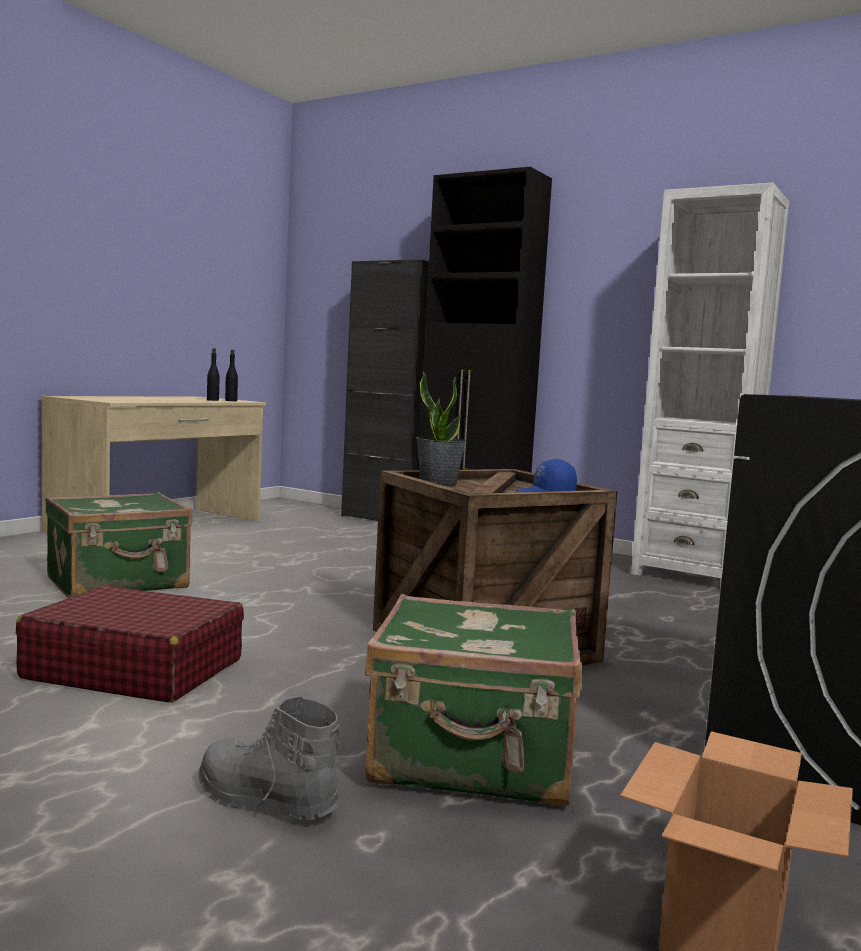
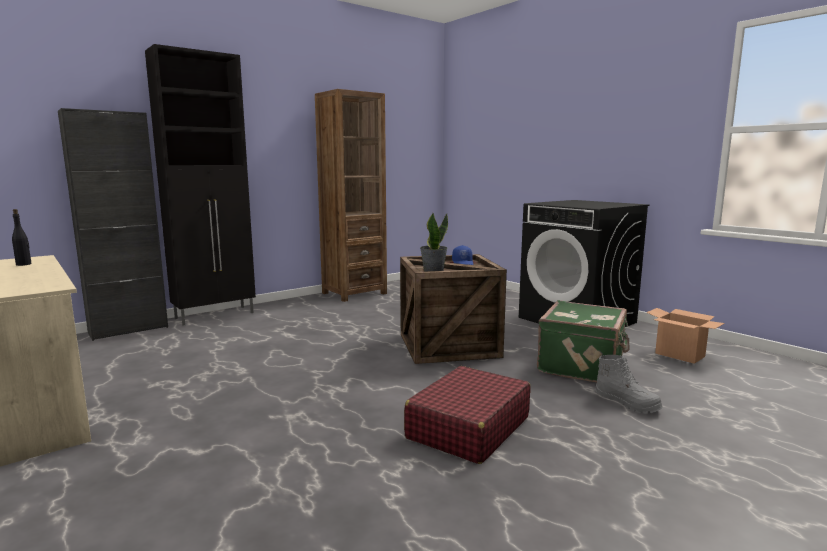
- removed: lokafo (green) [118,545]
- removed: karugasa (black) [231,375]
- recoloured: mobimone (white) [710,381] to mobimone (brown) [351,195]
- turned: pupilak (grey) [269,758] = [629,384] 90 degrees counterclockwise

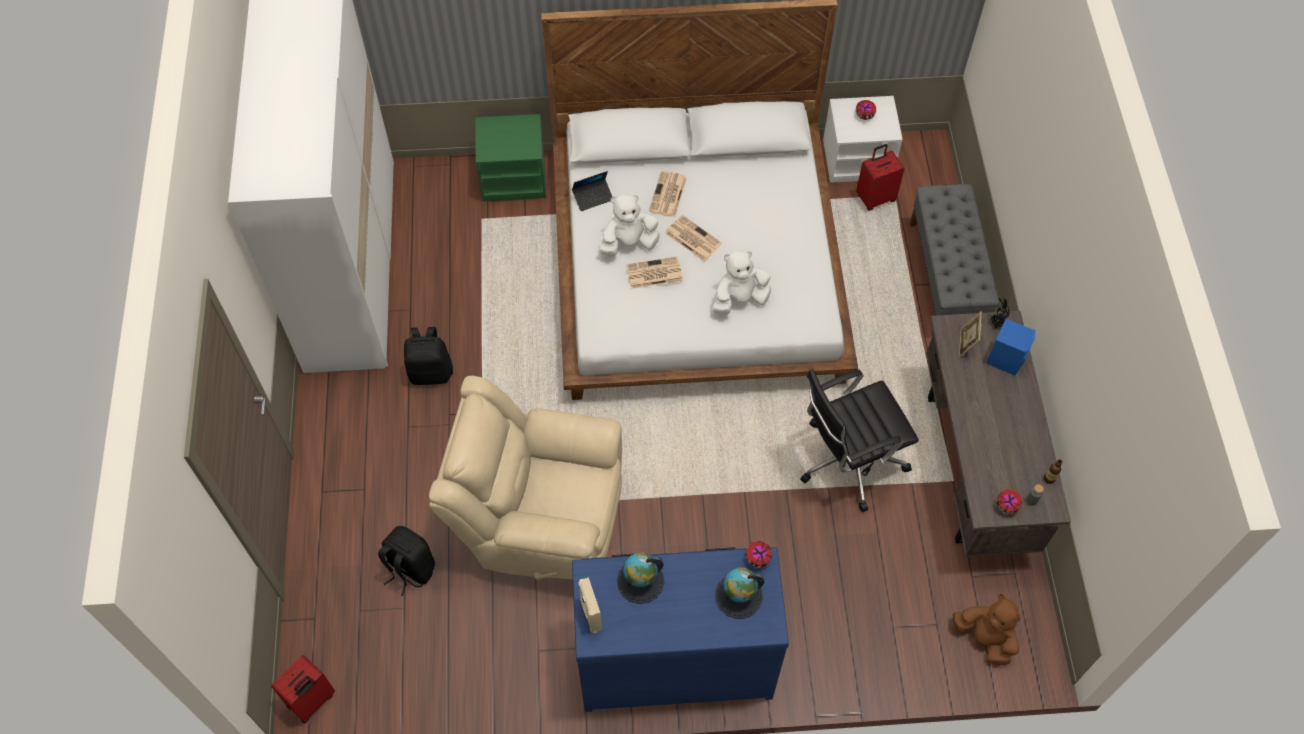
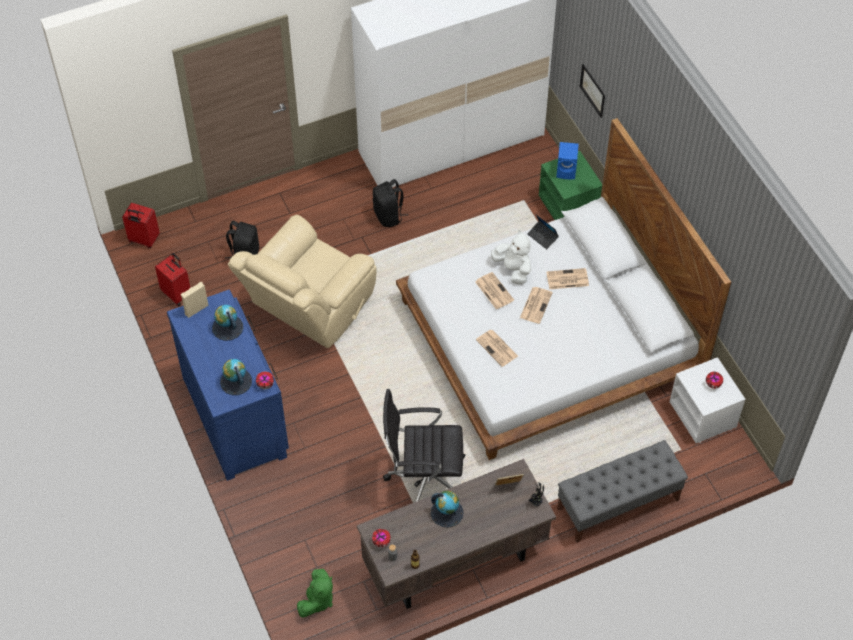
- added: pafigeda [447,509]
- added: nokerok [592,91]
- moved: lokafo (red) [880,177] to [172,280]
- moved: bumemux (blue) [1011,347] to [567,160]
- replaced: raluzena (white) [741,282] to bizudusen [497,348]
- recoloured: raluzena (brown) [986,629] to raluzena (green) [315,593]
- turned: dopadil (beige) [525,478] = [302,281] 135 degrees counterclockwise
- turned: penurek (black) [859,440] = [424,445] 45 degrees counterclockwise

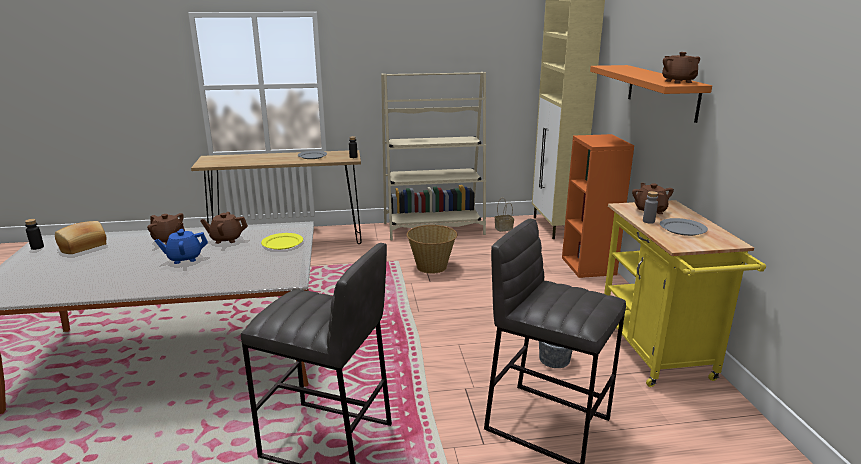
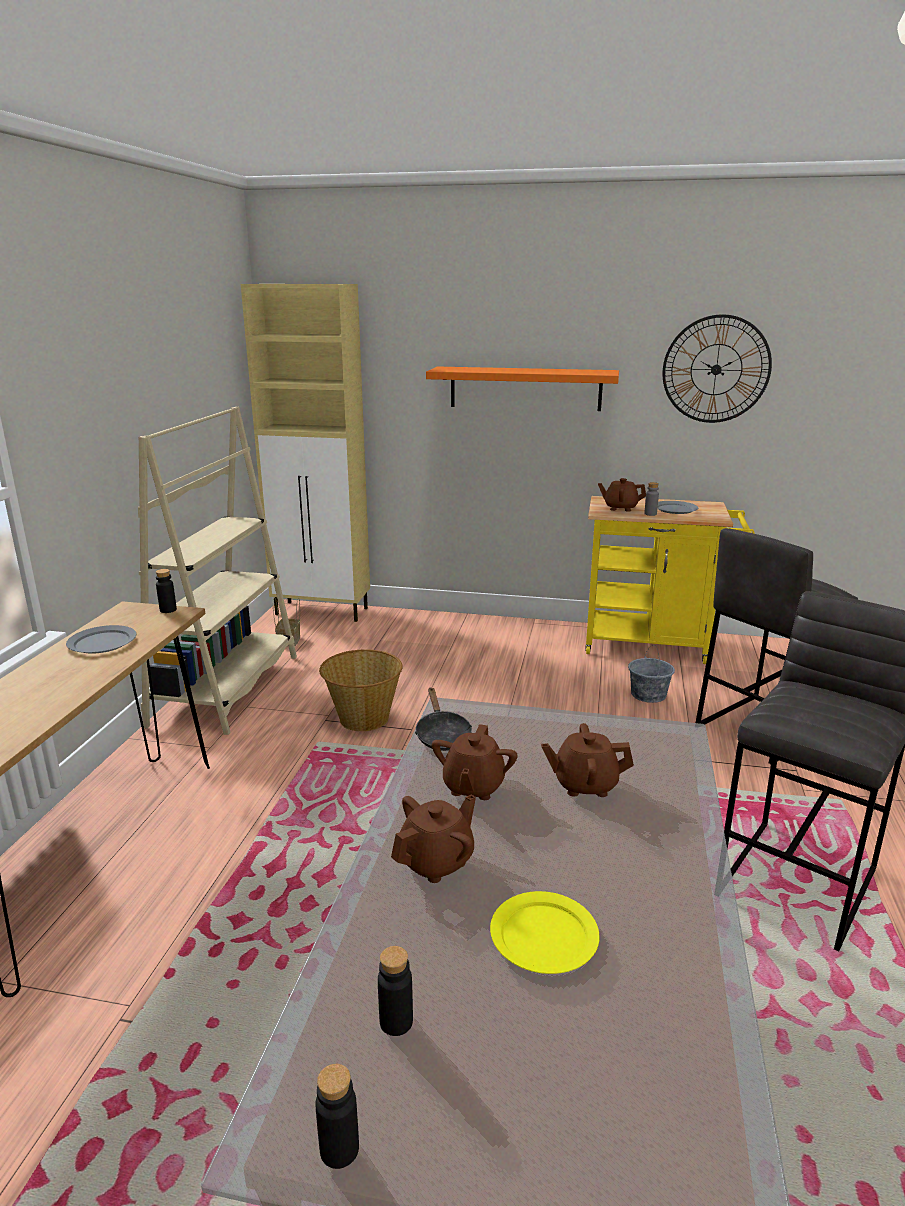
- removed: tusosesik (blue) [181,246]
- removed: mobimone (orange) [598,206]
- added: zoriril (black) [443,719]
- added: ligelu [717,368]
- moved: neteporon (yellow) [282,241] to [545,932]
- moved: tusosesik (brown) [681,68] to [587,760]
- replaced: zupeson [80,237] to karugasa (black) [395,991]

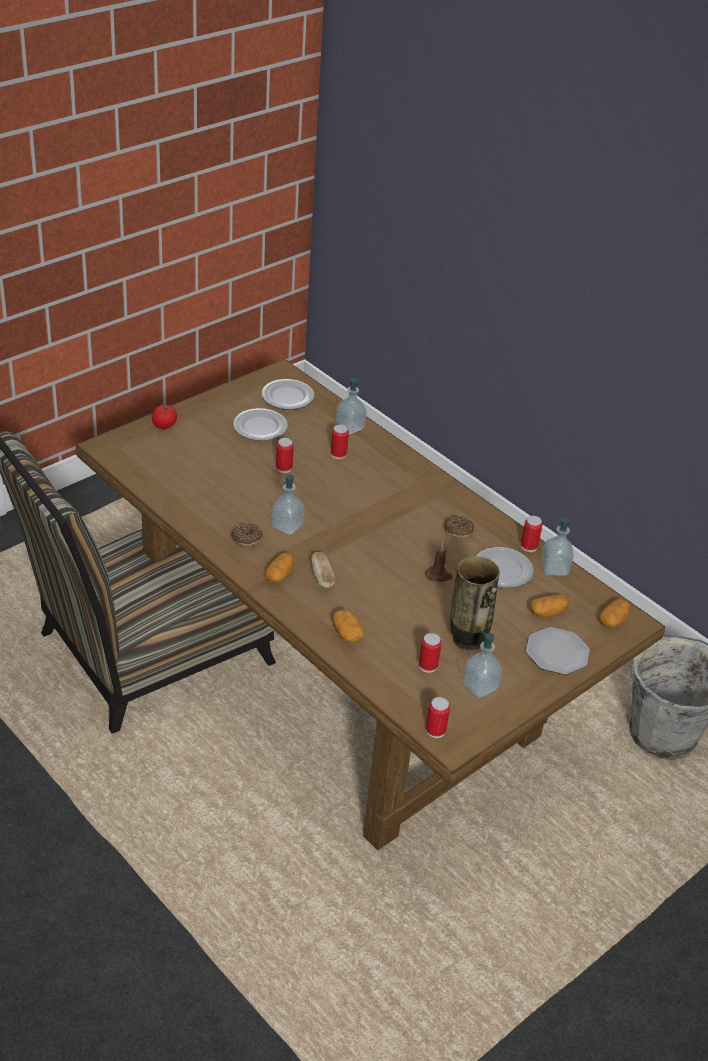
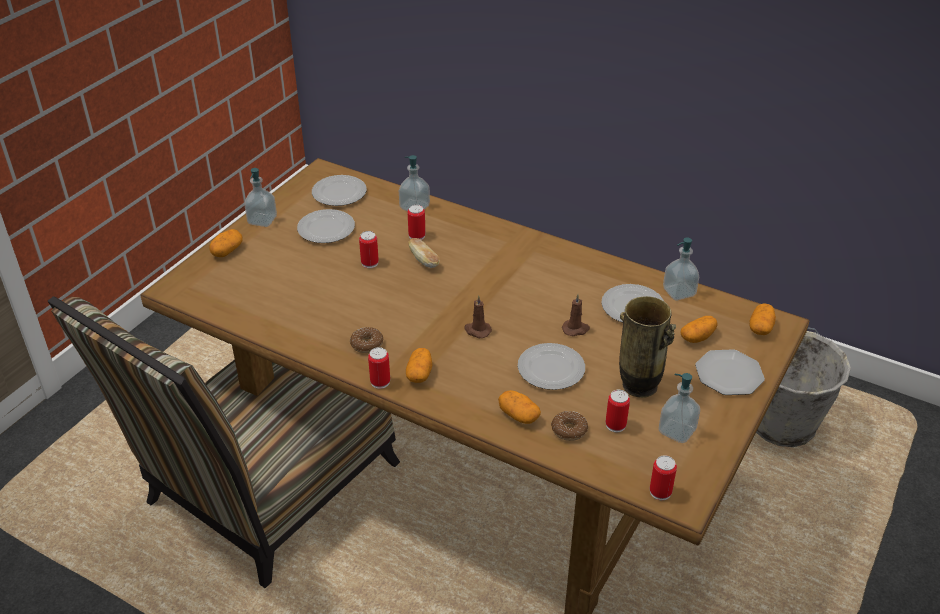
- added: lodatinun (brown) [478,316]
- added: neteporon [551,366]
- moved: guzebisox [288,505] to [261,197]
- moved: zupeson [323,570] to [424,253]
- moved: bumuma [459,526] to [569,426]
- moved: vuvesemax [532,534] to [379,368]
- replaced: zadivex [164,417] to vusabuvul [226,243]

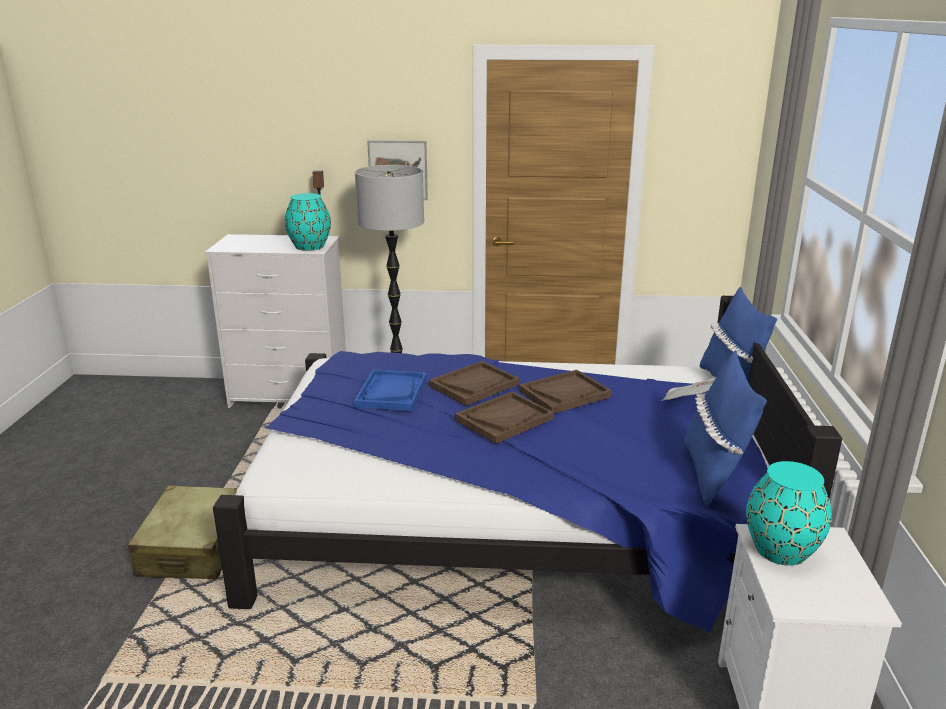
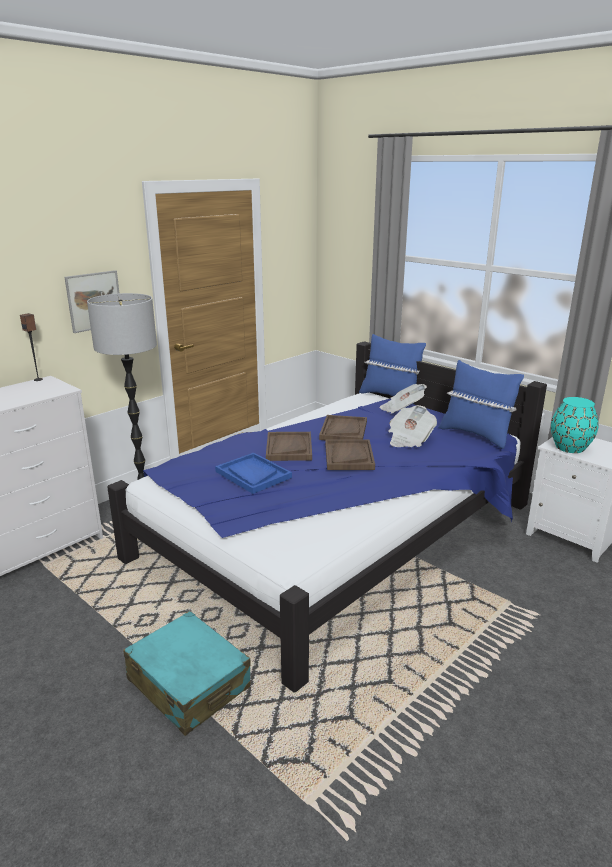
- removed: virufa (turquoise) [308,222]
- added: bizudusen [413,426]
- recoloured: lokafo (beige) [183,533] to lokafo (turquoise) [187,673]

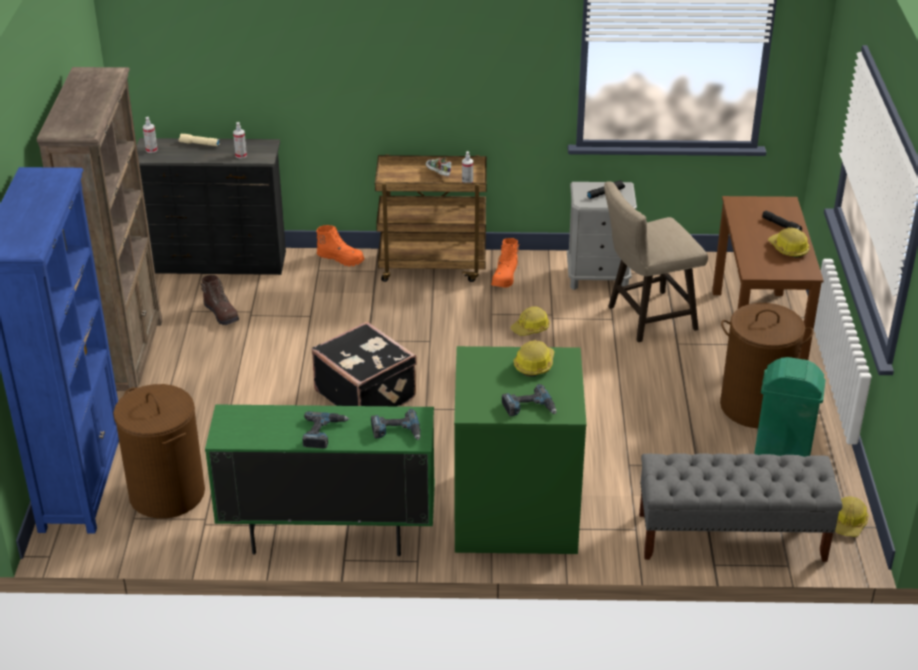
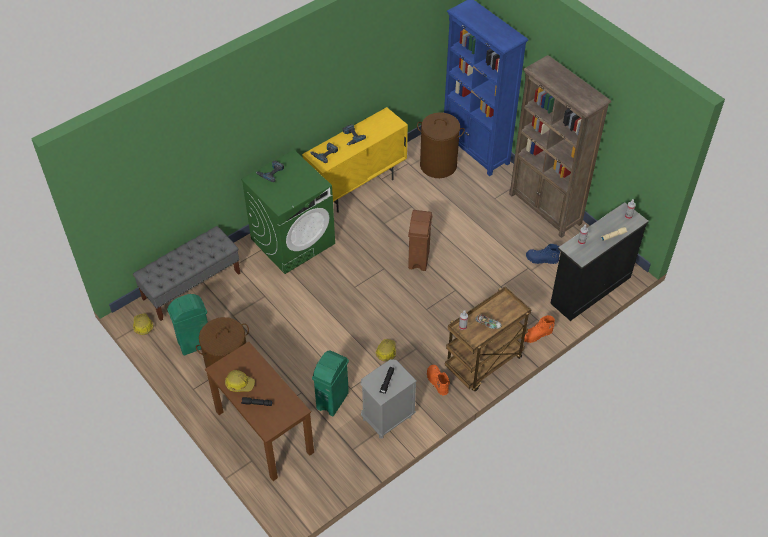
- removed: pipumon [534,358]
- replaced: lokafo (black) [364,363] to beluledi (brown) [420,240]
- replaced: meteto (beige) [656,261] to beluledi (green) [330,383]
- recoloured: pupilak (brown) [220,300] to pupilak (blue) [543,254]
- recoloured: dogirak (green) [320,480] to dogirak (yellow) [355,160]

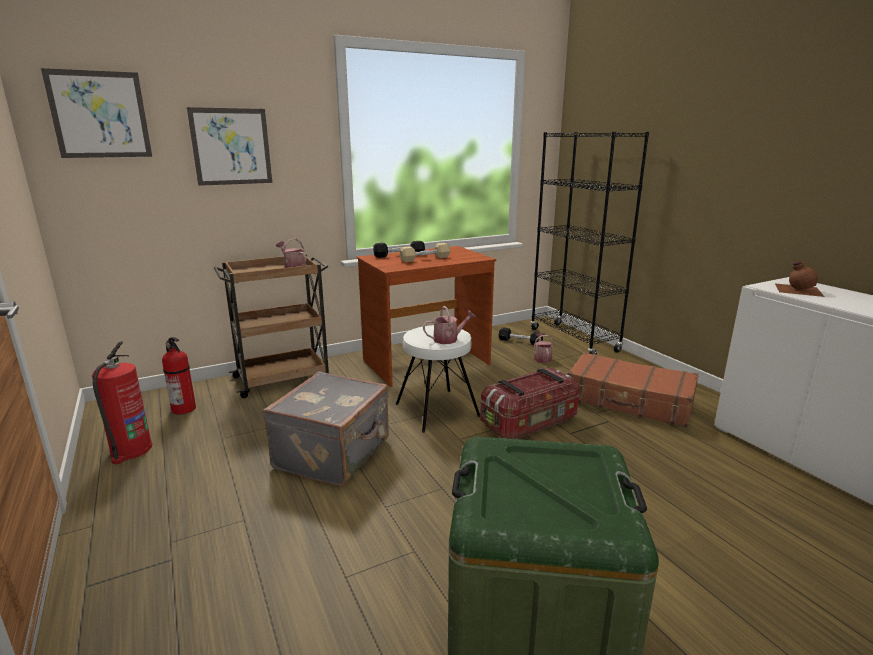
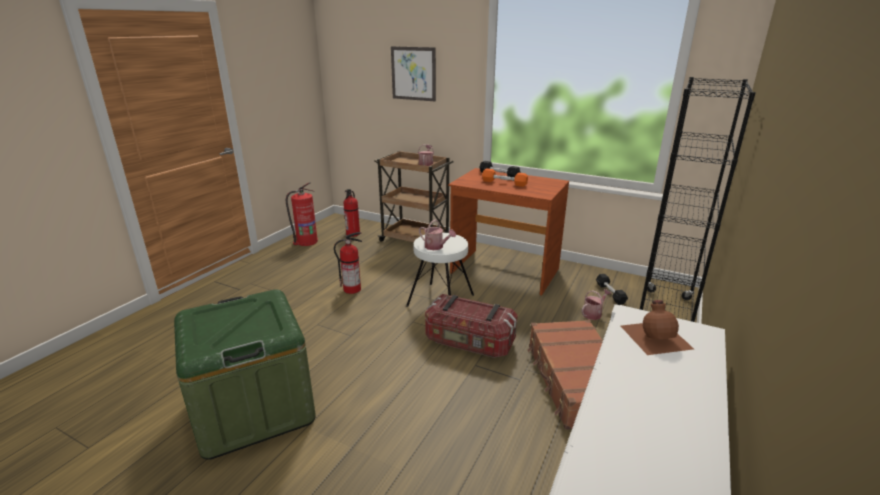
- removed: nokerok [96,113]
- replaced: lokafo (grey) [326,429] to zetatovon [348,263]
- recoloured: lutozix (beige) [425,252] to lutozix (orange) [505,177]

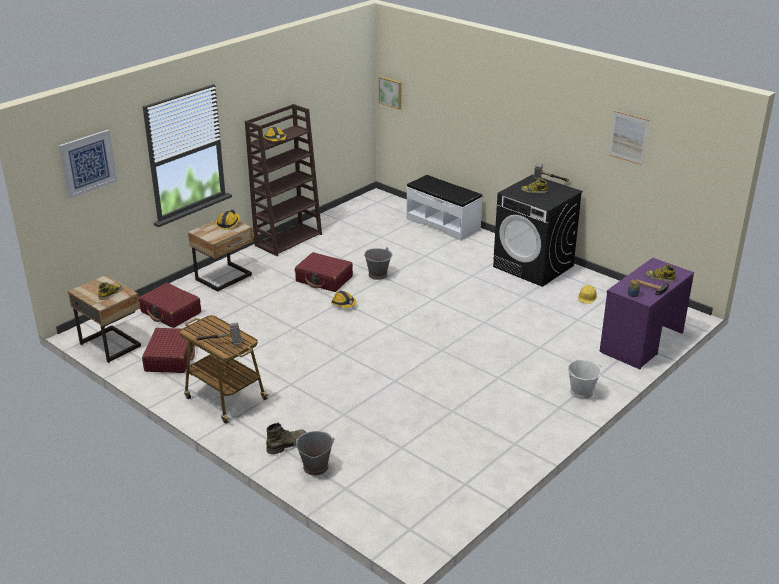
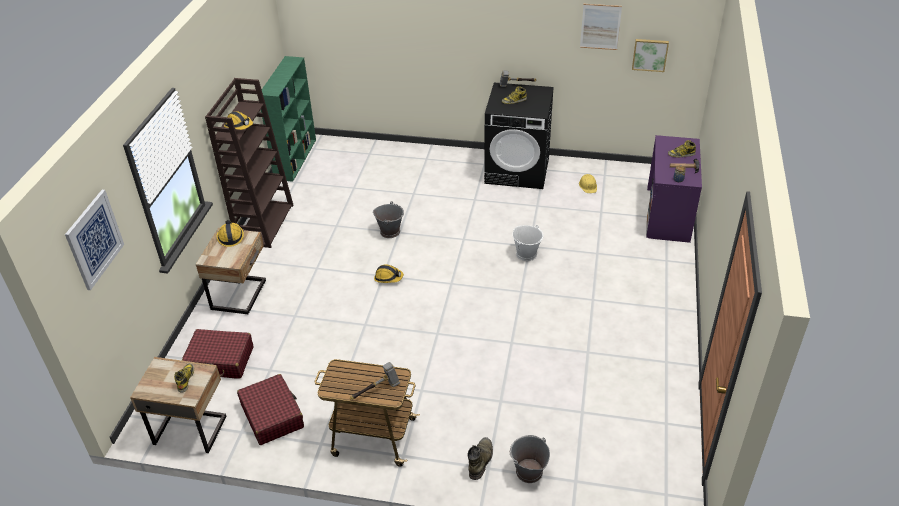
- removed: lokafo (red) [324,272]
- removed: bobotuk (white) [444,208]
- added: mobimone (green) [288,119]
- moved: nokerok [390,92] to [650,55]
- moved: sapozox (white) [585,379] to [528,243]

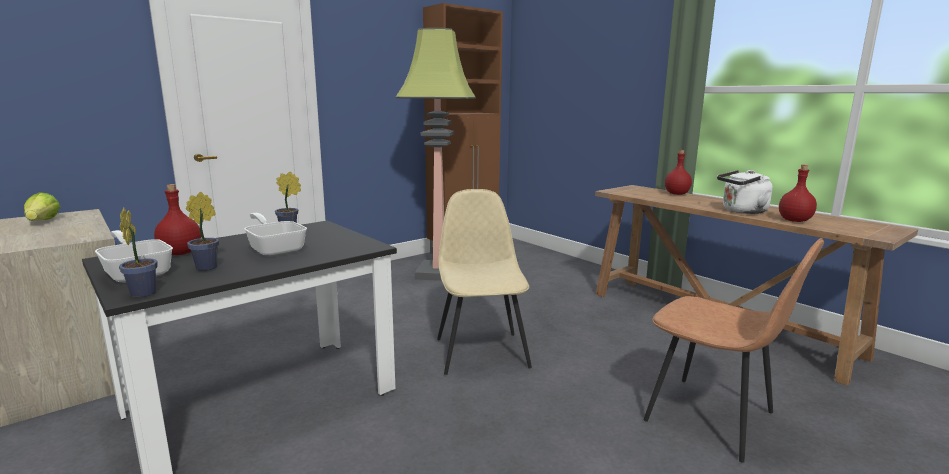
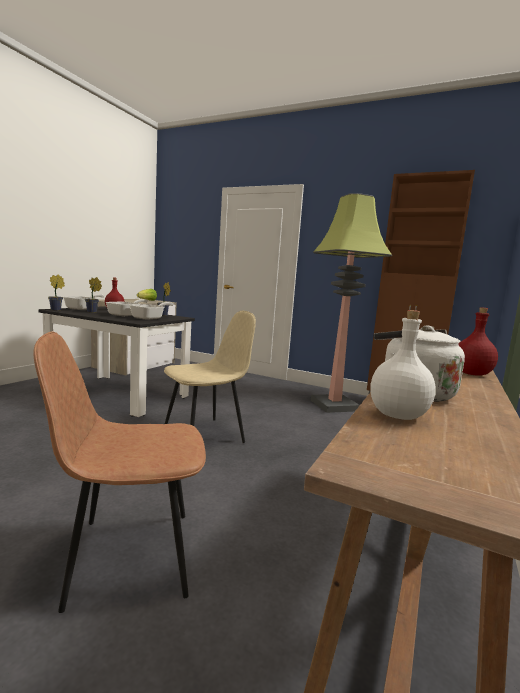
- added: zoriril [152,311]
- recoloured: karugasa (red) [798,193] to karugasa (white) [403,365]
- turned: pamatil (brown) [733,350] = [119,472] 60 degrees clockwise

